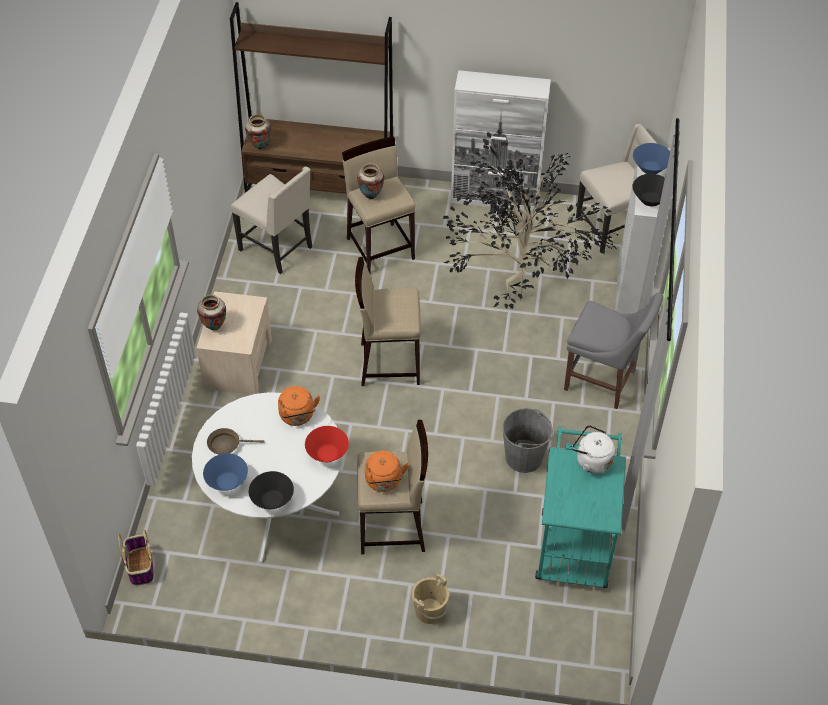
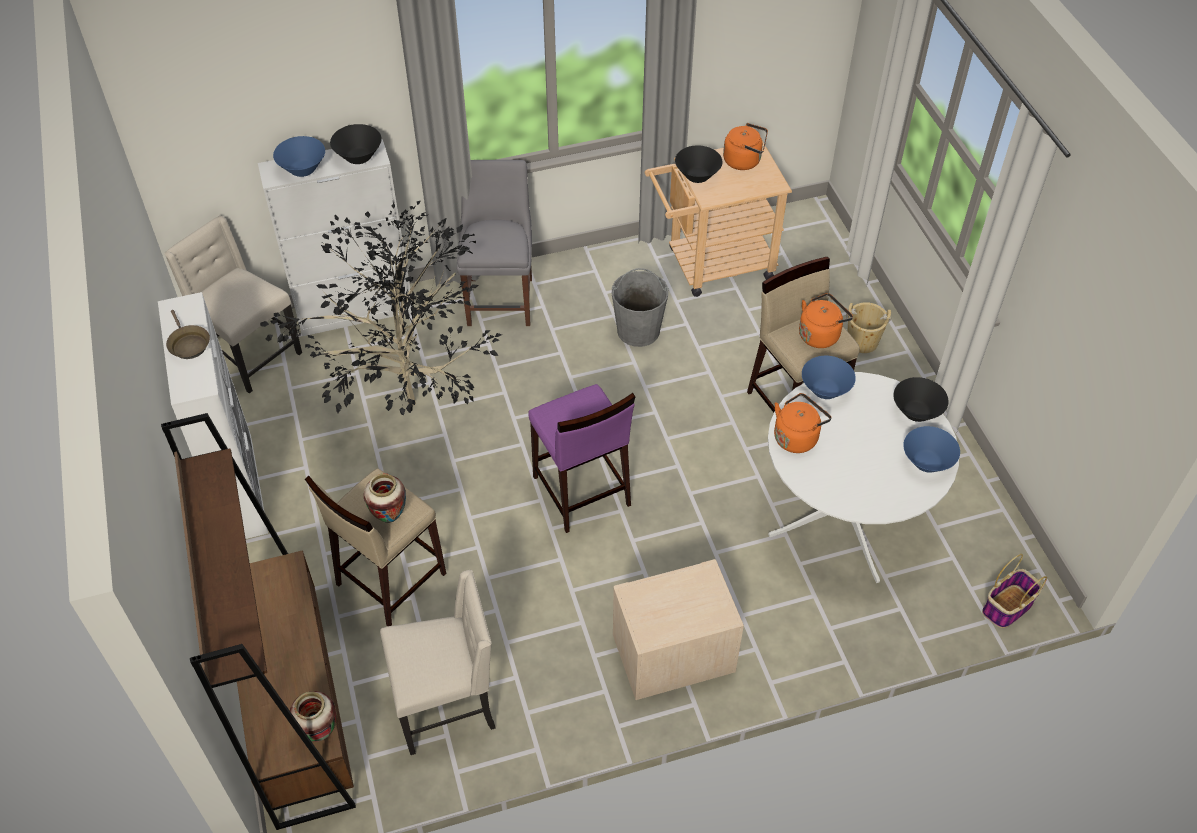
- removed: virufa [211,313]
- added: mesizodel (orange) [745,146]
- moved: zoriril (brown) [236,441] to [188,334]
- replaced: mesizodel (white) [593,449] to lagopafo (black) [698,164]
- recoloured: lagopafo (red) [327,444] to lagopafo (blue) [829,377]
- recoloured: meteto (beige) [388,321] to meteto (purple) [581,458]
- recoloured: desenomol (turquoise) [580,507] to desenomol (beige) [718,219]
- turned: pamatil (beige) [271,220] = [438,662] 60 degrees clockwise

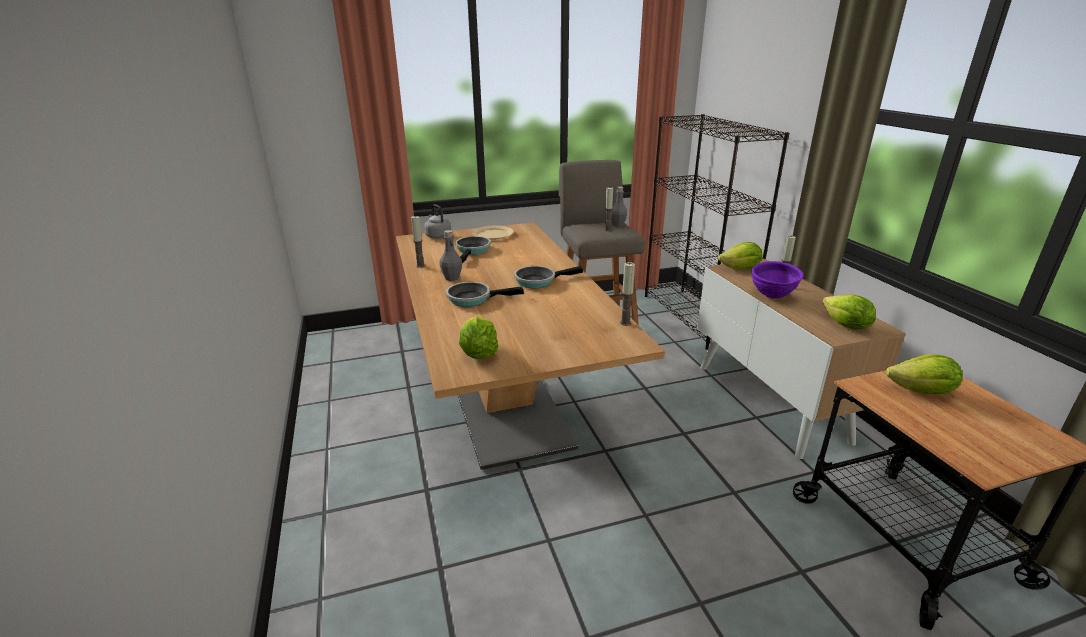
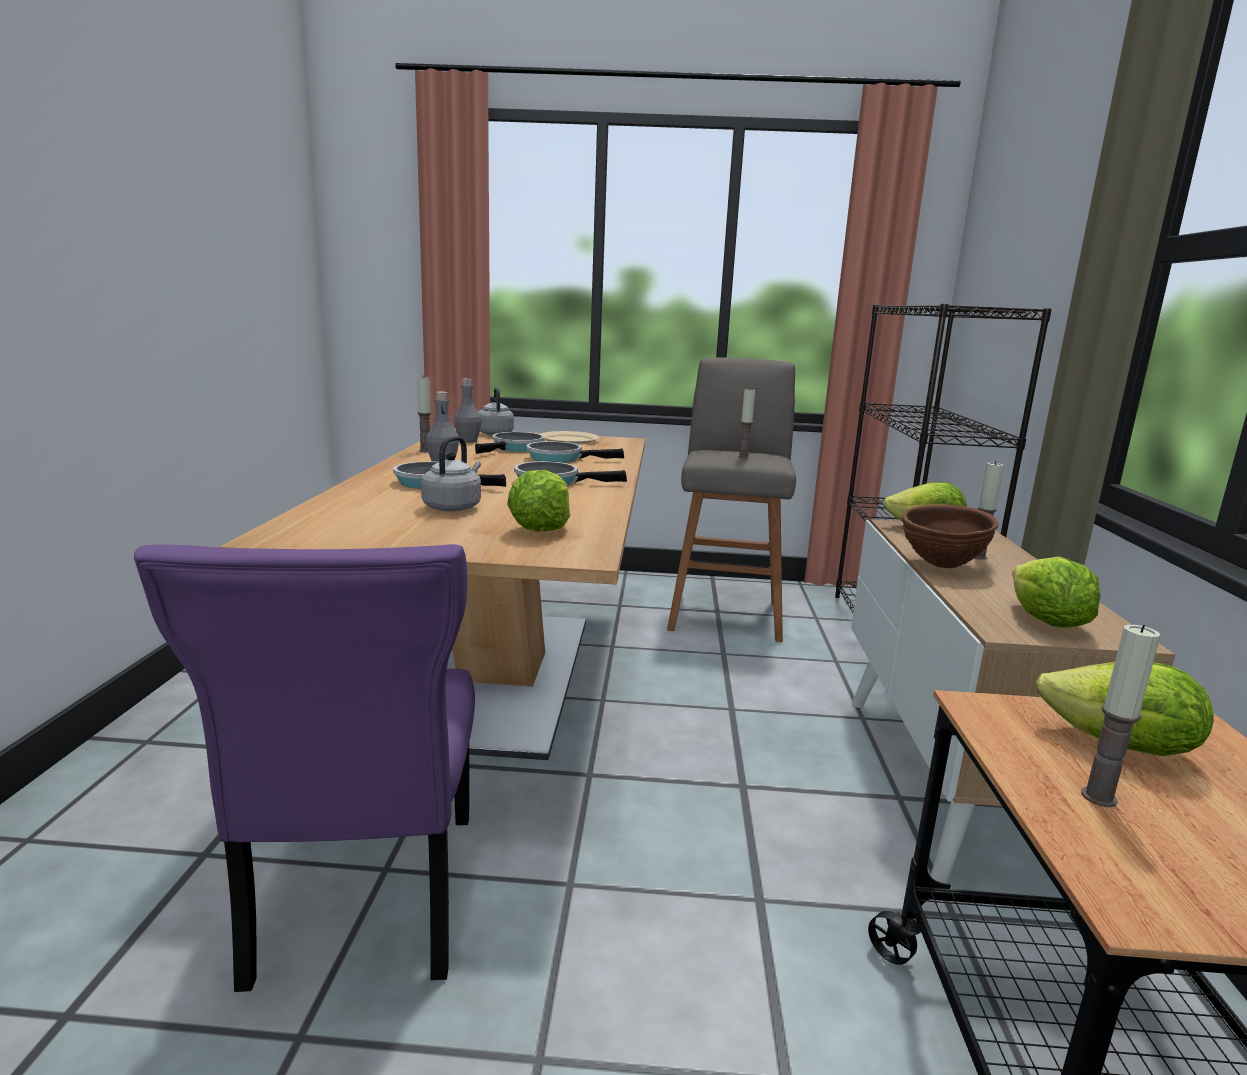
- added: pamatil (purple) [304,768]
- added: mesizodel (grey) [451,474]
- added: zoriril [575,452]
- moved: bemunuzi [479,338] to [538,501]
- moved: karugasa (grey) [619,206] to [468,411]
- moved: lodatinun [627,294] to [1121,715]
- recoloured: lagopafo (purple) [778,279] to lagopafo (brown) [950,536]

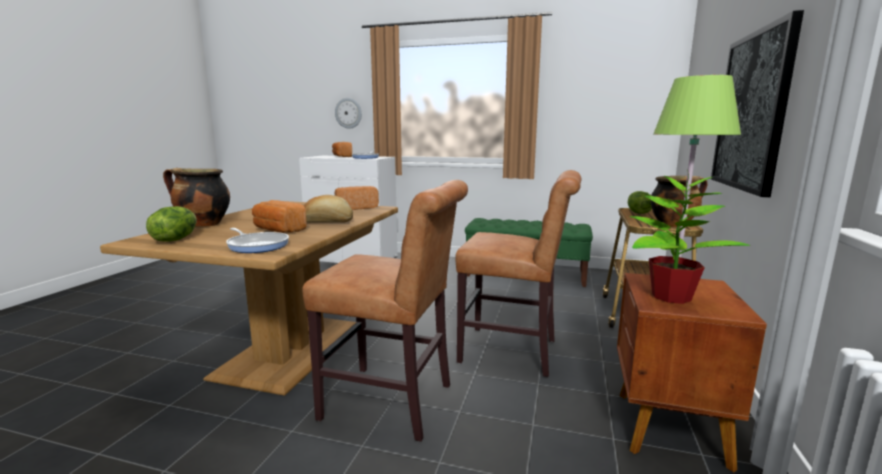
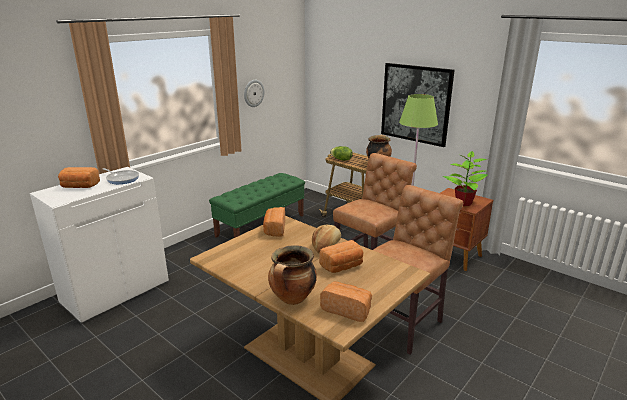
- removed: zoriril [257,240]
- moved: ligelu [348,113] to [254,93]
- replaced: bemunuzi [171,224] to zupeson [346,302]

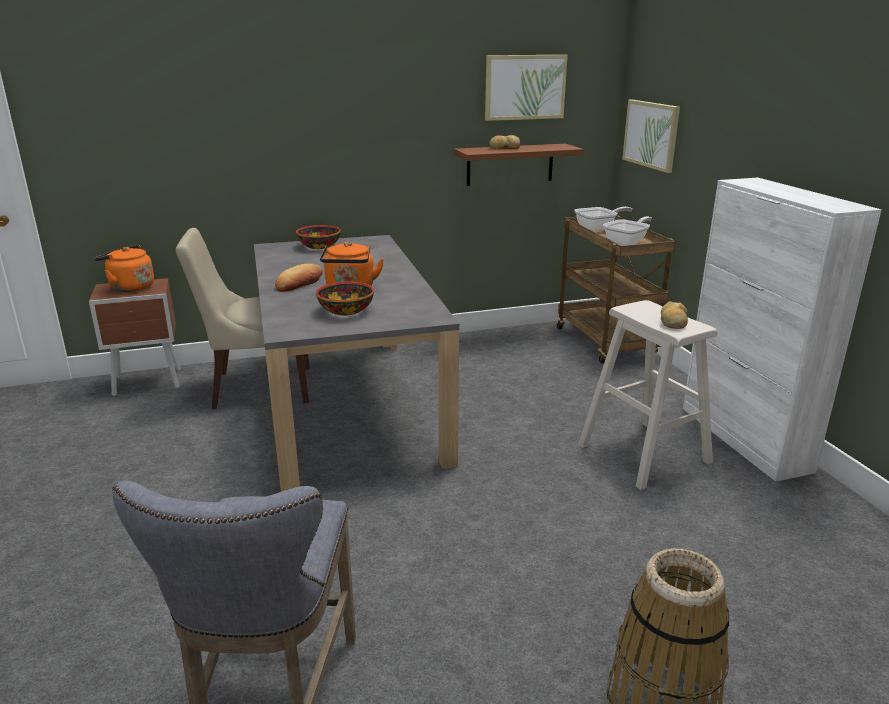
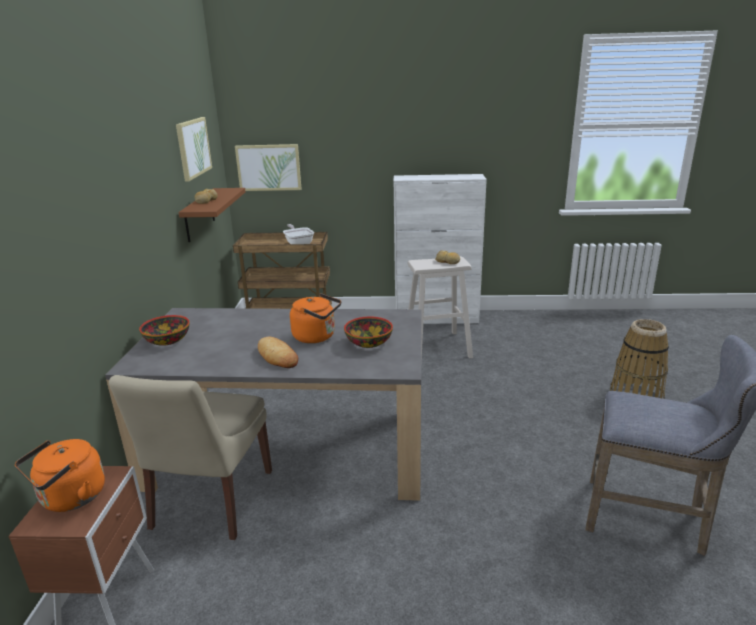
- removed: zoriril [603,219]

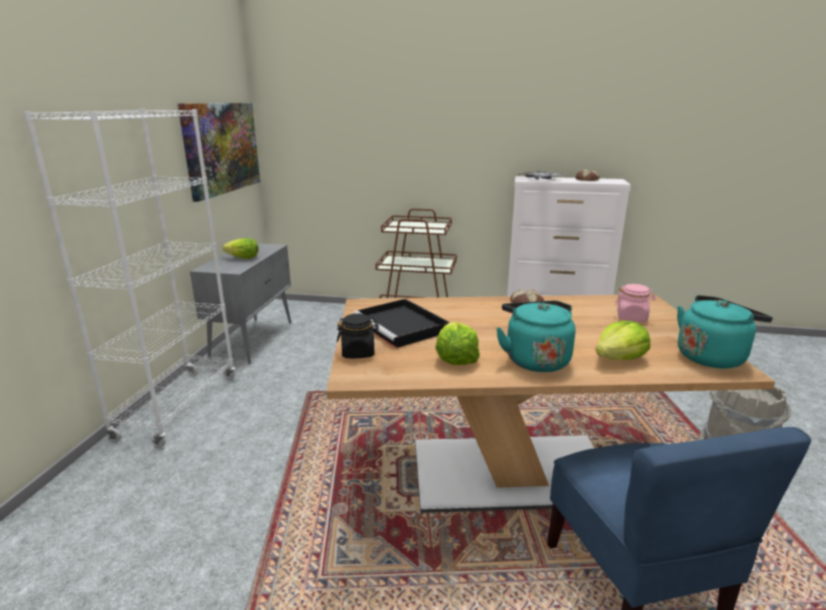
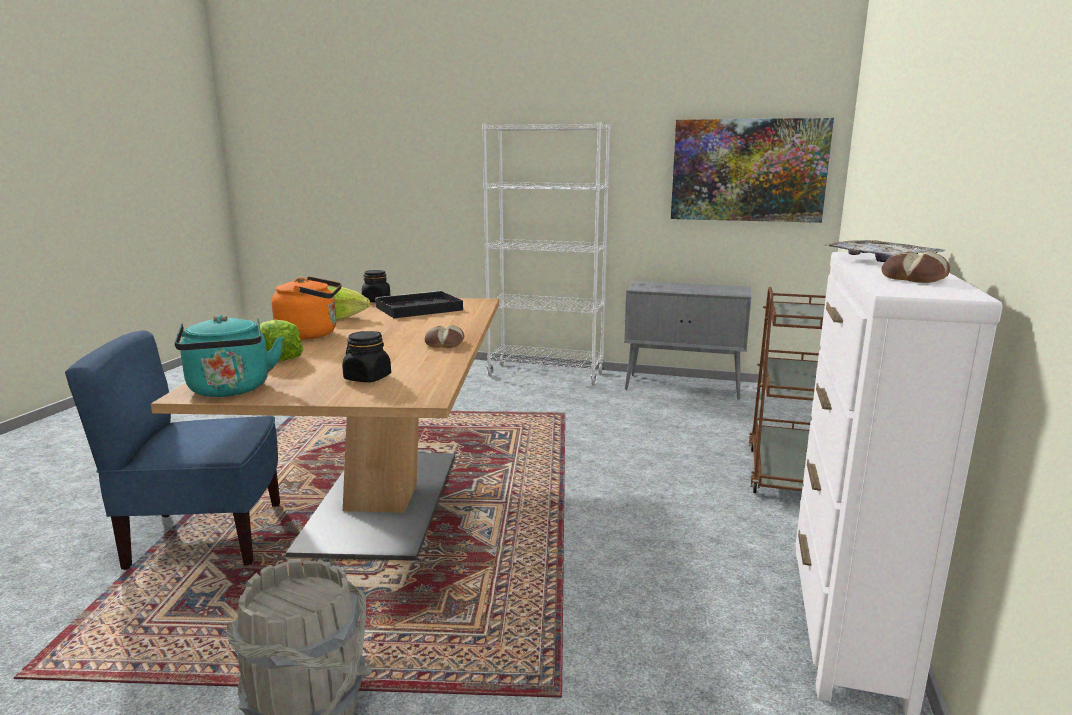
- removed: bemunuzi [240,248]
- recoloured: mesizodel (turquoise) [536,336] to mesizodel (orange) [307,308]
- recoloured: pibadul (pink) [635,303] to pibadul (black) [366,356]

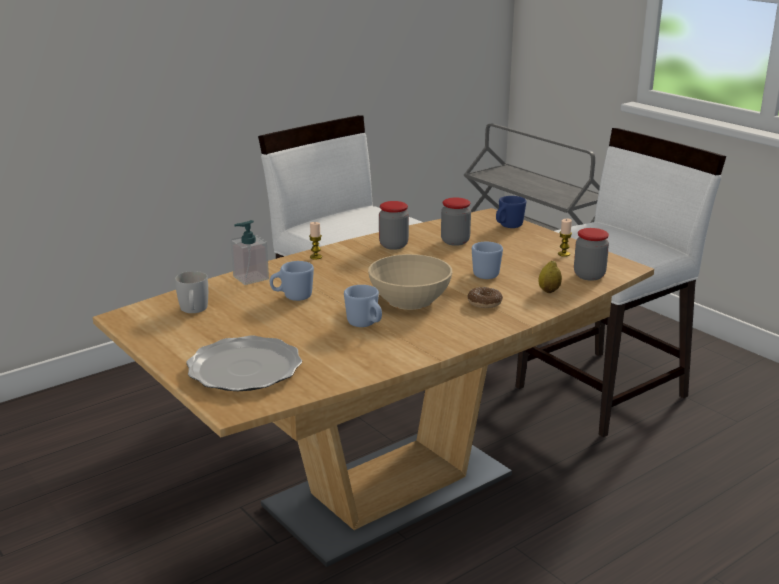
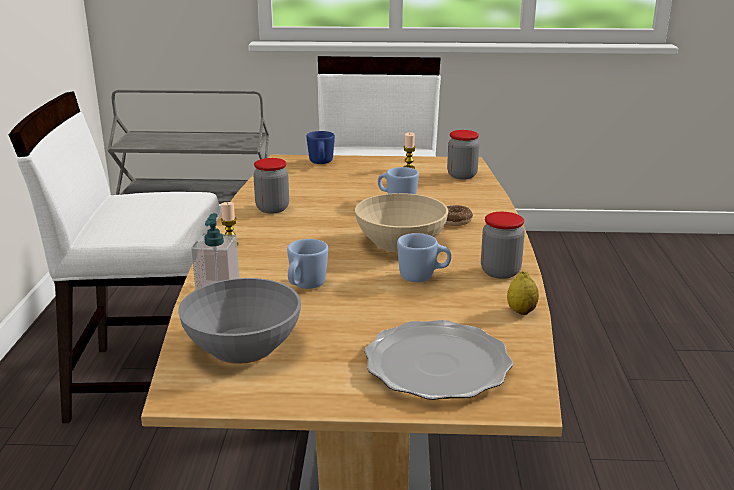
- moved: pibadul [456,222] to [503,245]
- moved: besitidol [550,276] to [523,293]
- replaced: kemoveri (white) [191,292] to lagopafo (grey) [239,321]

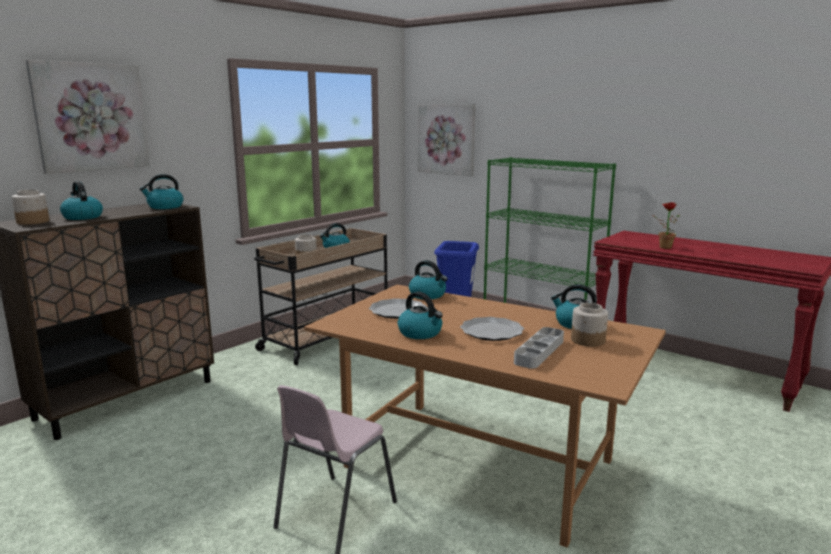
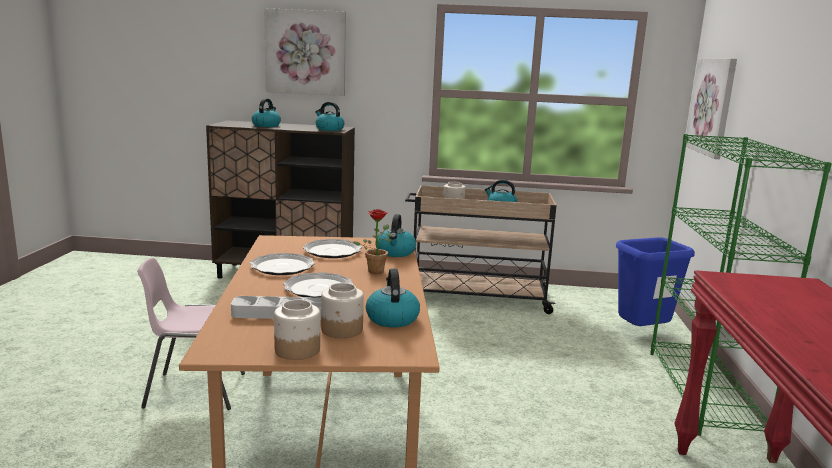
- moved: pibadul [30,207] to [297,329]
- moved: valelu [666,225] to [372,241]
- replaced: mesizodel [420,315] to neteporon [282,264]

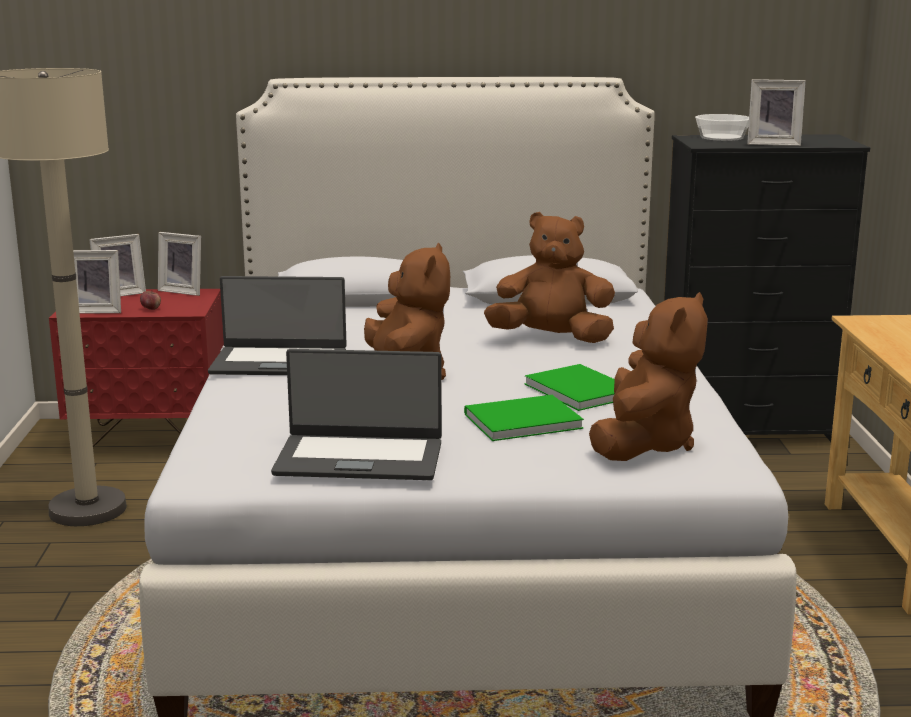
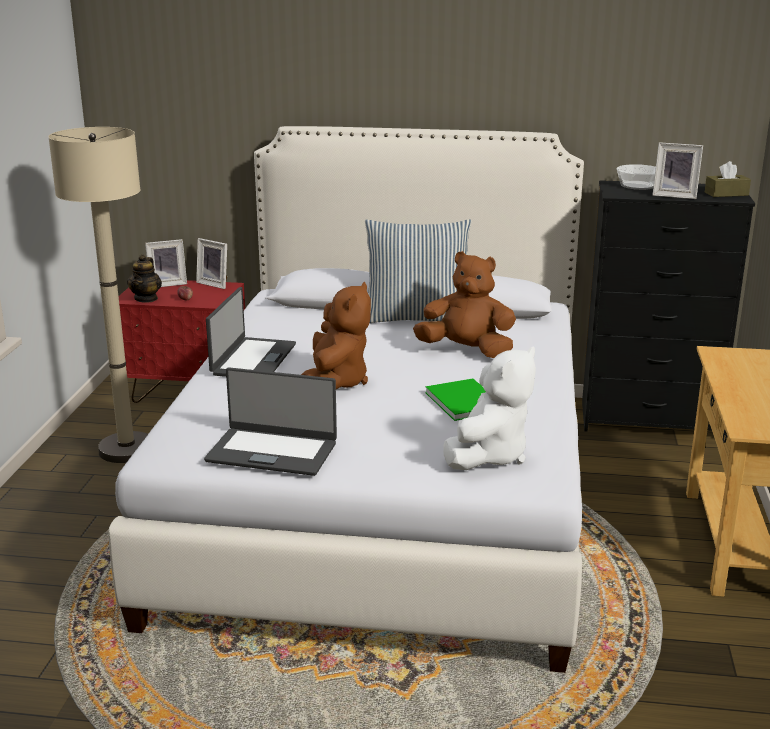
- removed: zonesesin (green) [524,418]
- added: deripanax [418,271]
- added: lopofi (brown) [728,179]
- replaced: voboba [97,282] to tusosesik [144,278]
- recoloured: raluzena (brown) [648,376] to raluzena (white) [489,408]
- turned: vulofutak [277,325] = [251,332] 90 degrees counterclockwise

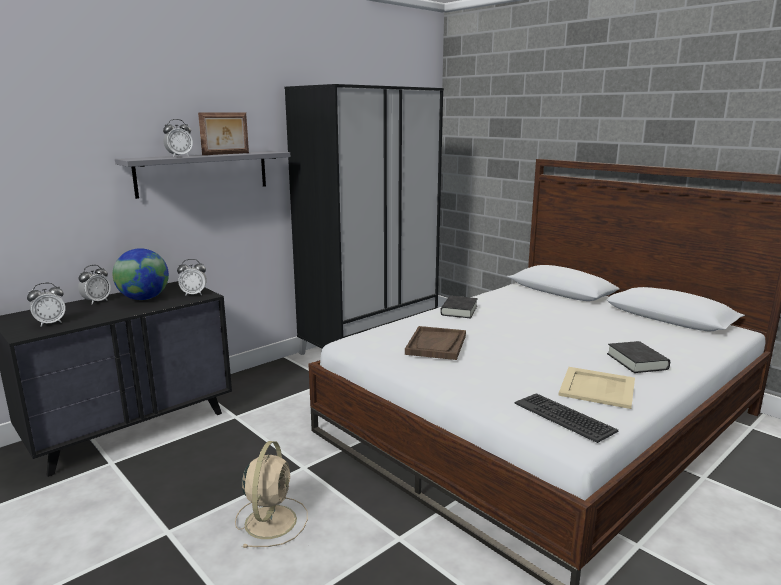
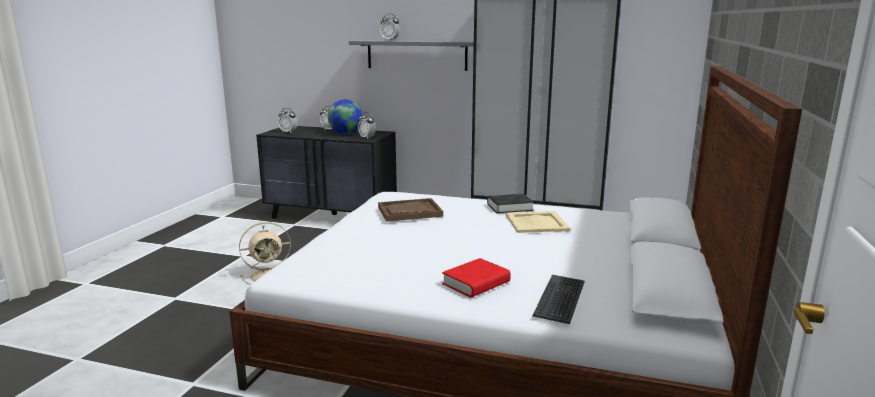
- removed: voboba [223,133]
- moved: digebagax [566,418] to [558,299]
- moved: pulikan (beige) [596,388] to [538,222]
- recoloured: zonesesin (black) [638,357] to zonesesin (red) [476,278]

